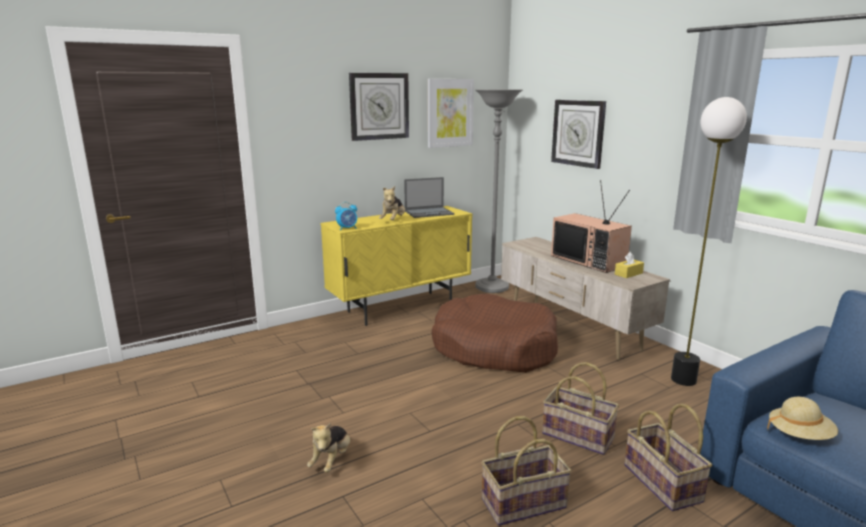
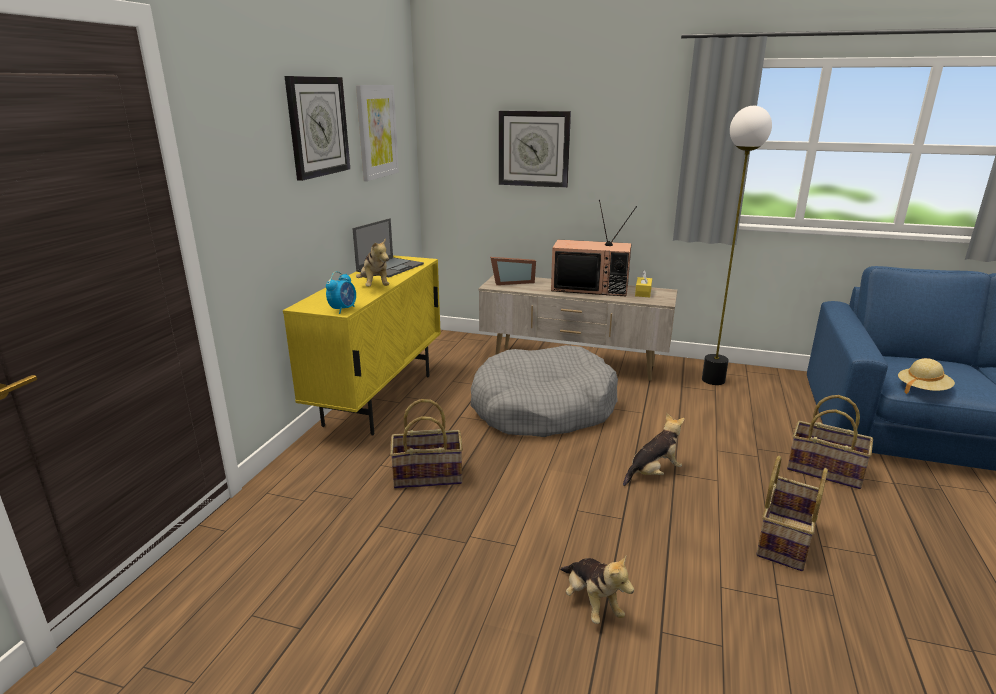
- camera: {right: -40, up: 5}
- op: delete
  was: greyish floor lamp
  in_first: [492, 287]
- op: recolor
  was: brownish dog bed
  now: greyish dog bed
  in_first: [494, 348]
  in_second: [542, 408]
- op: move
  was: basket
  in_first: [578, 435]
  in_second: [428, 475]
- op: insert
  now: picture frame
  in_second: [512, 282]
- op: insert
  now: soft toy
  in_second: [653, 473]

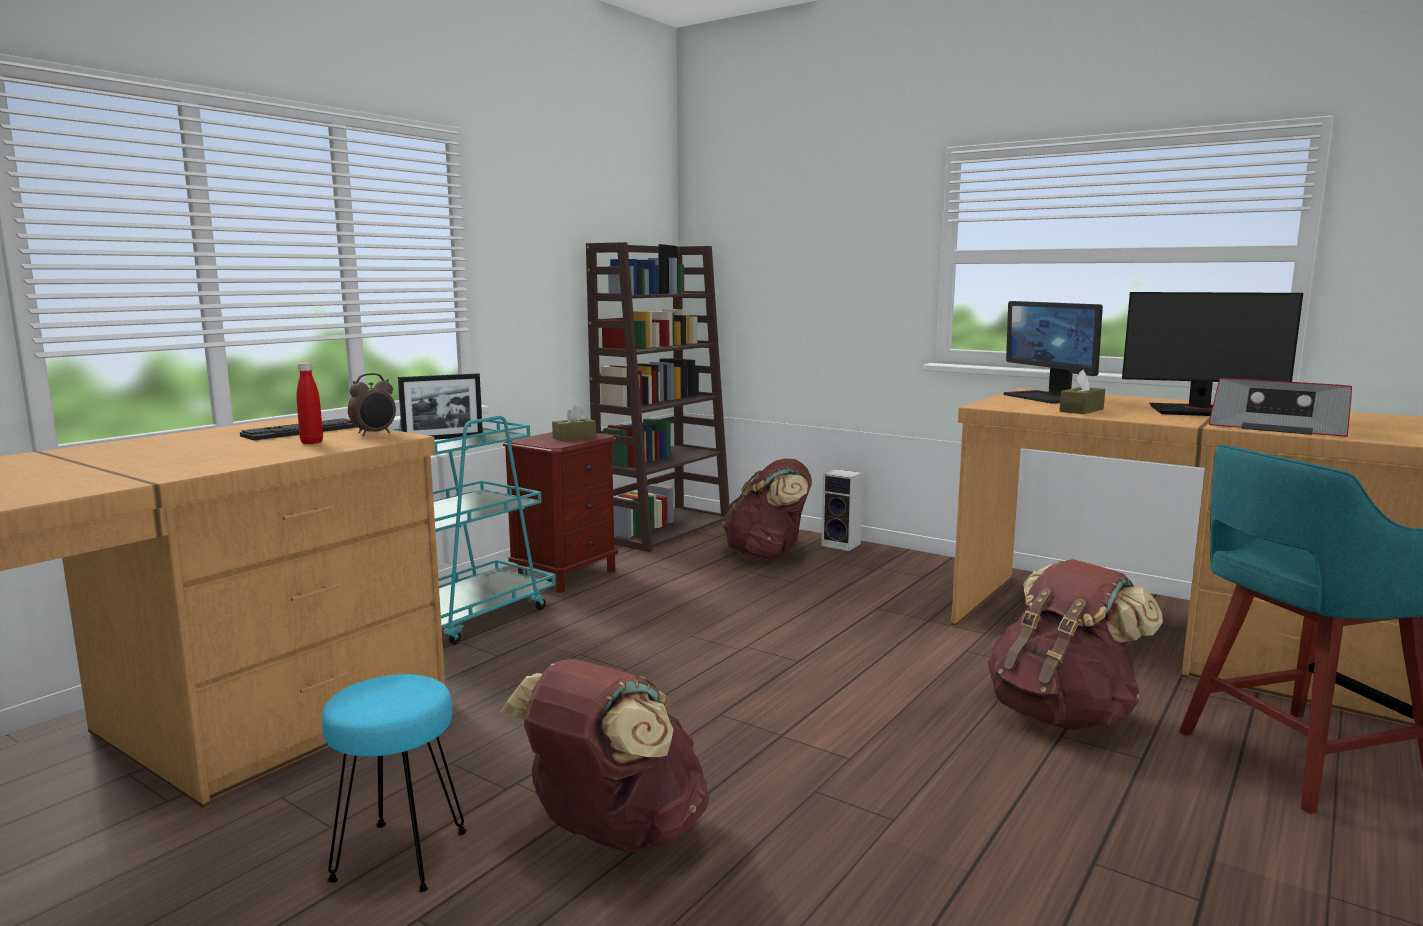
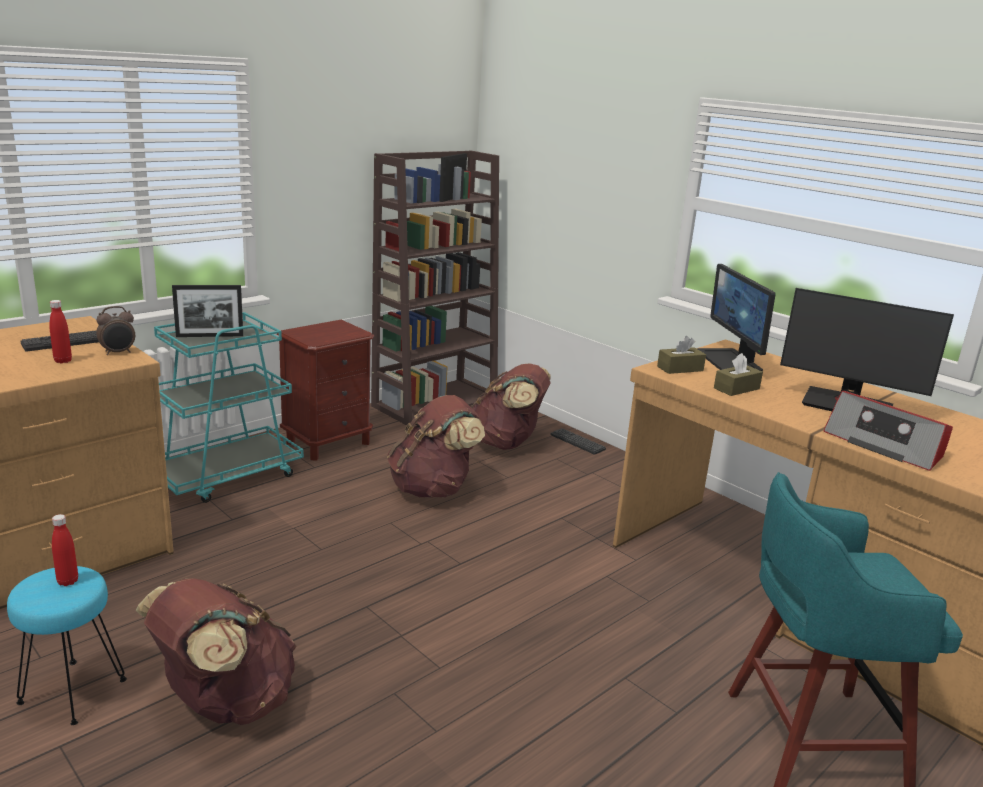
- camera: {right: 10, up: 10}
- op: move
  was: brownish tissue box
  in_first: [574, 437]
  in_second: [680, 368]
- op: replace
  was: audio speaker
  now: keyboard
  in_first: [842, 545]
  in_second: [577, 442]
- op: move
  was: brownish knapsack
  in_first: [1061, 714]
  in_second: [433, 489]
- op: insert
  now: reddish drink bottle
  in_second: [68, 581]

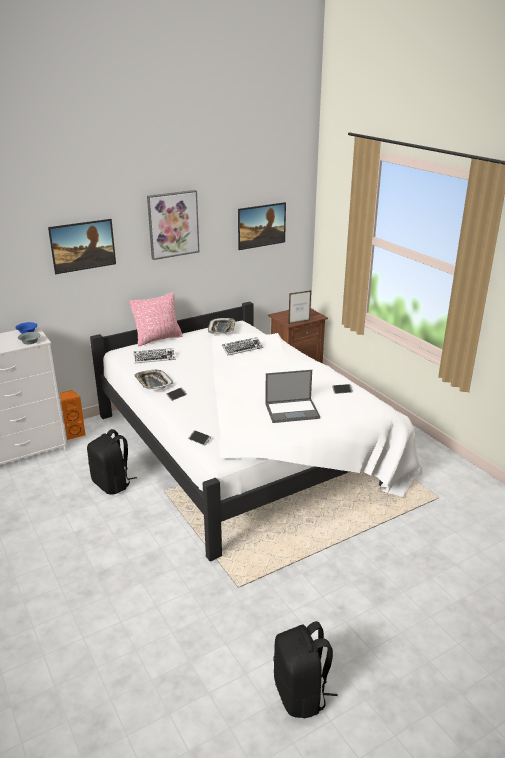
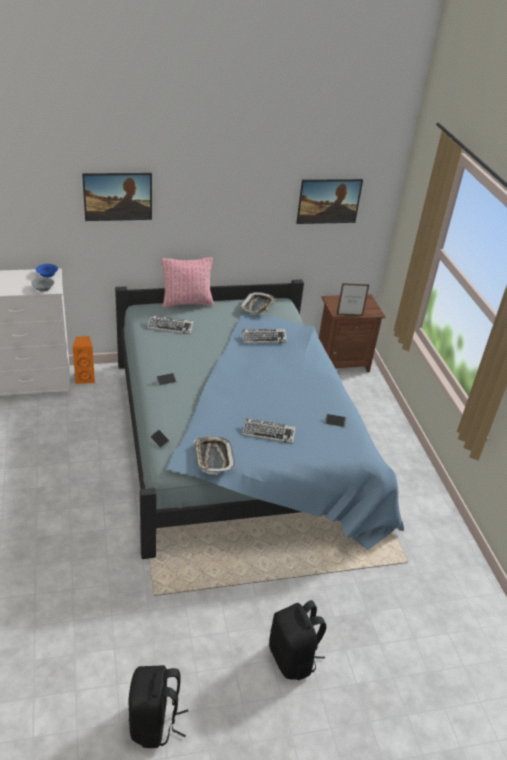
- camera: {right: 15, up: 10}
- op: delete
  was: wall picture
  in_first: [173, 224]
- op: recolor
  was: white bedroom bed
  now: blue-coloured bedroom bed
  in_first: [246, 449]
  in_second: [240, 444]
- op: move
  was: carrying tray
  in_first: [153, 383]
  in_second: [213, 457]
- op: replace
  was: laptop
  now: keyboard
  in_first: [292, 411]
  in_second: [268, 433]
- op: move
  was: blackish knapsack
  in_first: [112, 484]
  in_second: [293, 658]

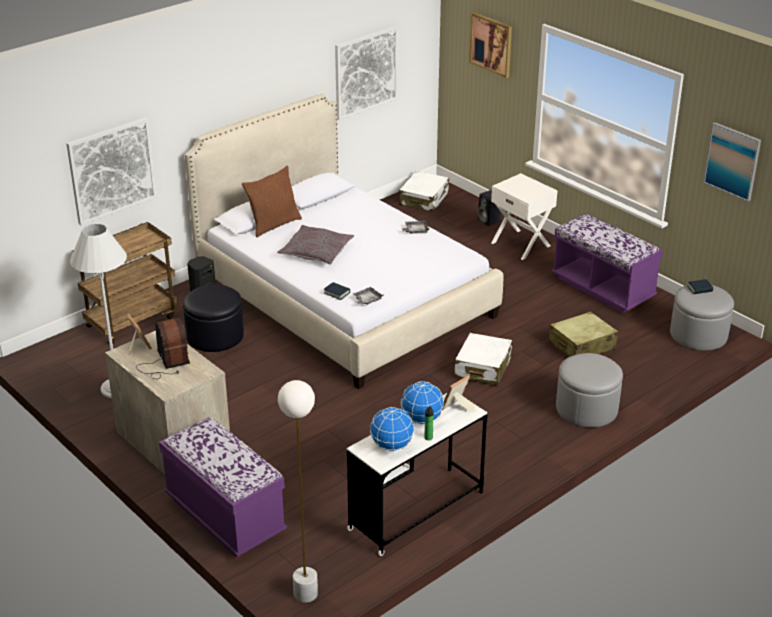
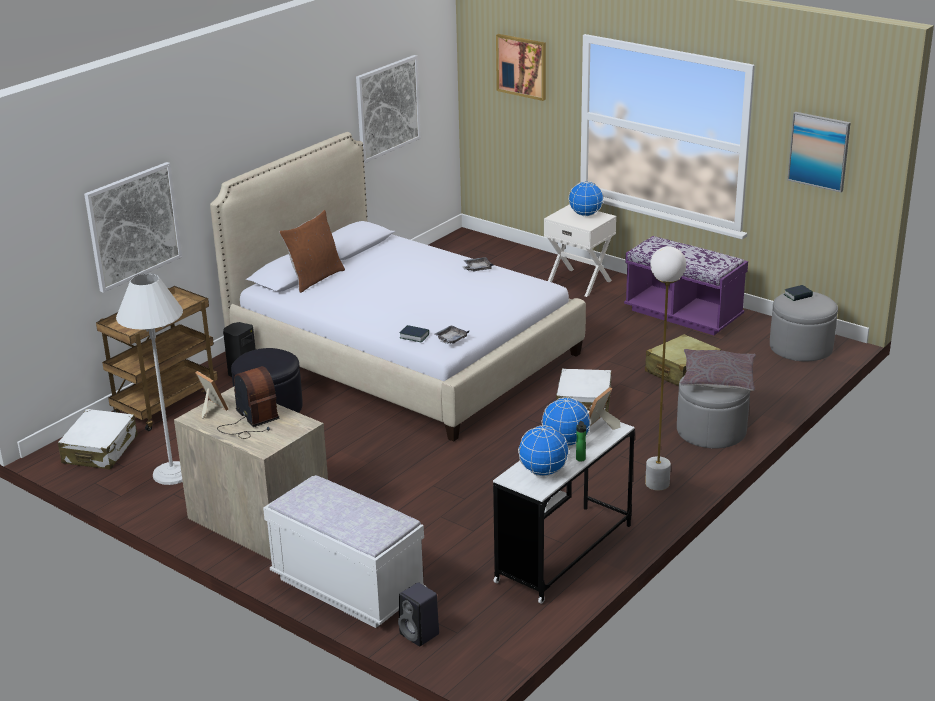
- camera: {right: -10, up: -5}
- op: move
  was: white piece of luggage
  in_first: [424, 199]
  in_second: [100, 450]
- op: move
  was: blackish audio speaker
  in_first: [489, 221]
  in_second: [420, 634]
- op: move
  was: greyish pillow
  in_first: [316, 252]
  in_second: [717, 379]
- op: move
  was: white floor lamp
  in_first: [305, 593]
  in_second: [657, 484]
- op: recolor
  was: purplish bench
  now: white bench
  in_first: [225, 516]
  in_second: [347, 587]
- op: insert
  now: world globe
  in_second: [585, 214]

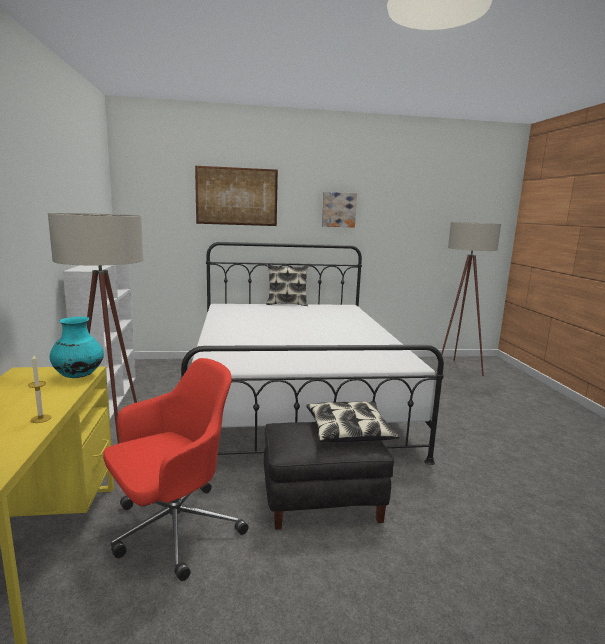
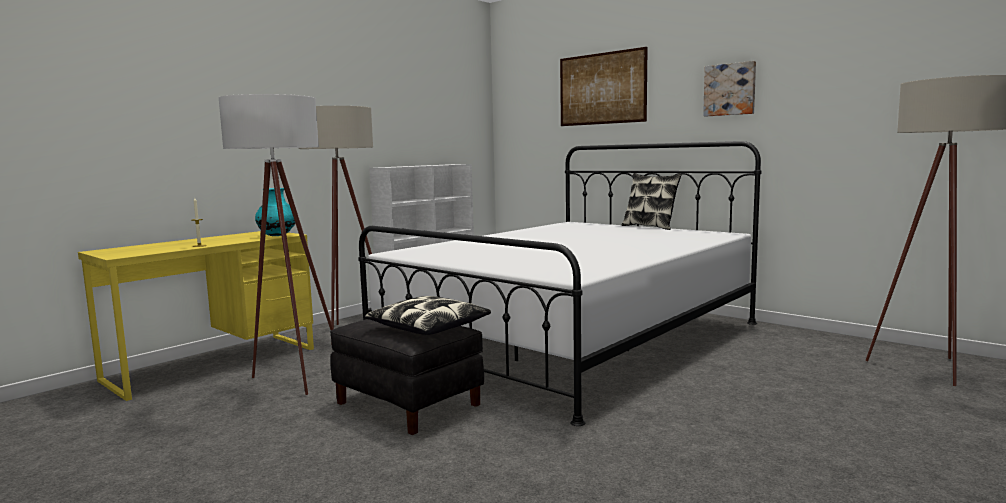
- camera: {right: 50, up: -5}
- op: replace
  was: reddish office chair
  now: white floor lamp
  in_first: [173, 529]
  in_second: [291, 378]

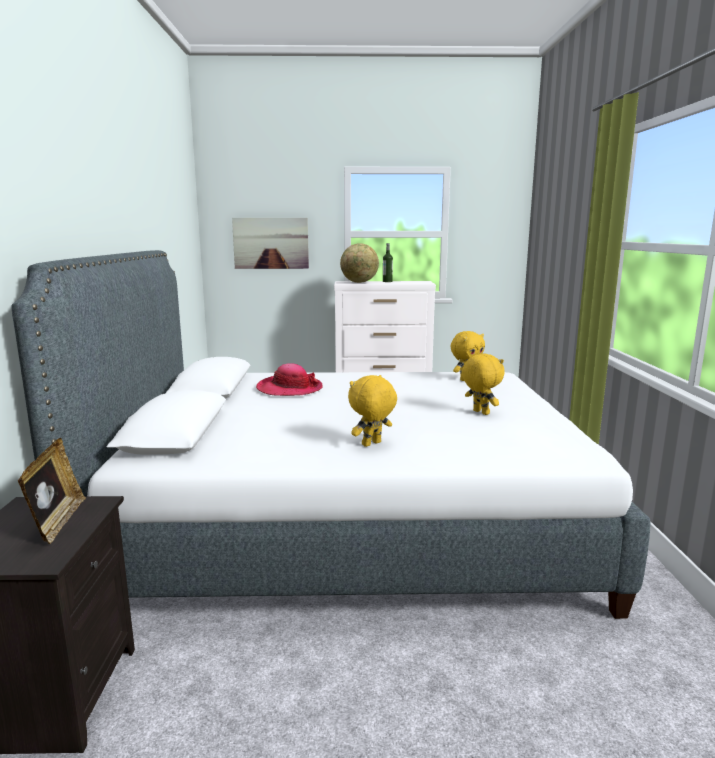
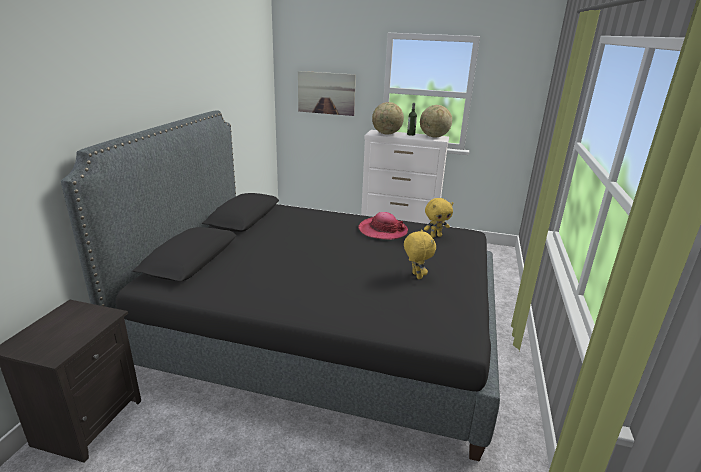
- camera: {right: 15, up: 10}
- op: recolor
  was: white bedroom bed
  now: blackish bedroom bed
  in_first: [347, 524]
  in_second: [320, 333]
- op: move
  was: clothing hat
  in_first: [289, 389]
  in_second: [382, 230]
- op: delete
  was: yellowish soft toy
  in_first: [372, 444]
- op: delete
  was: picture frame
  in_first: [57, 522]
- op: insert
  now: world globe
  in_second: [434, 137]

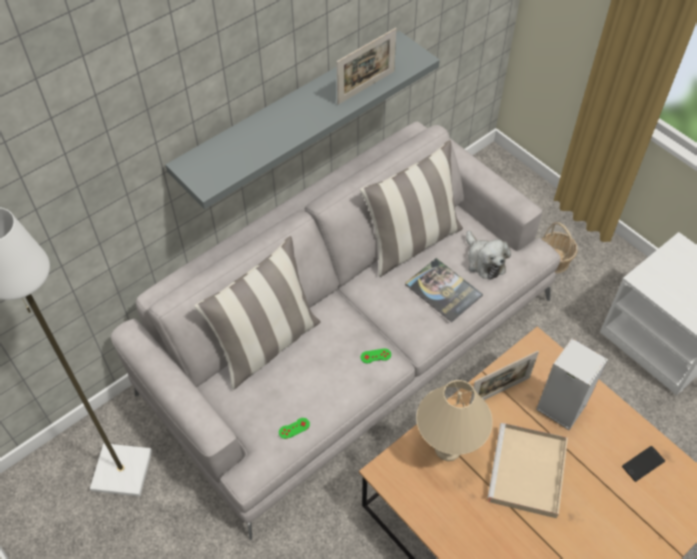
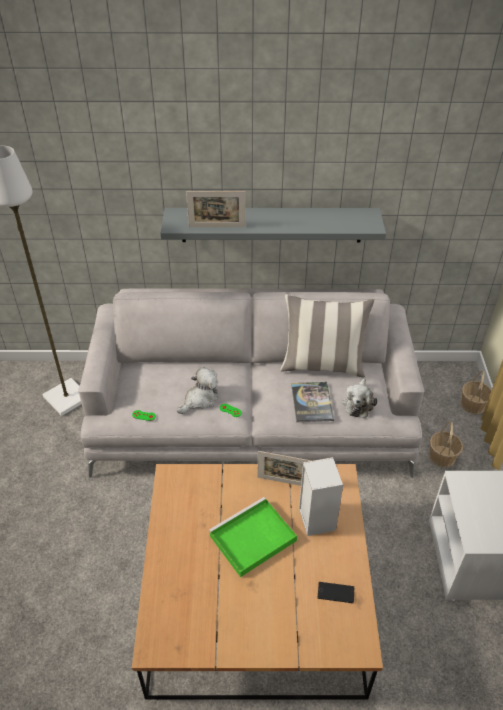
- camera: {right: 40, up: -10}
- op: move
  was: picture frame
  in_first: [366, 87]
  in_second: [217, 227]
- op: delete
  was: pillow
  in_first: [266, 343]
- op: delete
  was: beige-coloured table lamp
  in_first: [447, 449]
- op: recolor
  was: beige-coloured carrying tray
  now: green carrying tray
  in_first: [528, 473]
  in_second: [251, 539]
- op: insert
  now: soft toy
  in_second: [200, 399]
- op: insert
  now: basket
  in_second: [473, 405]

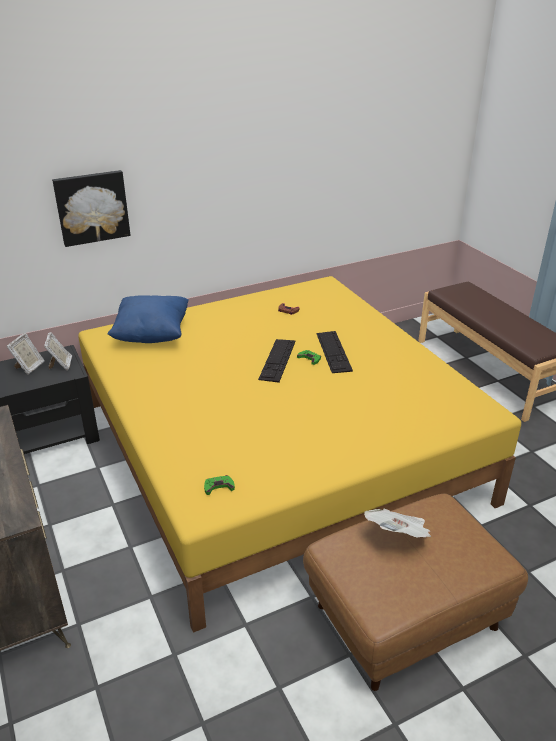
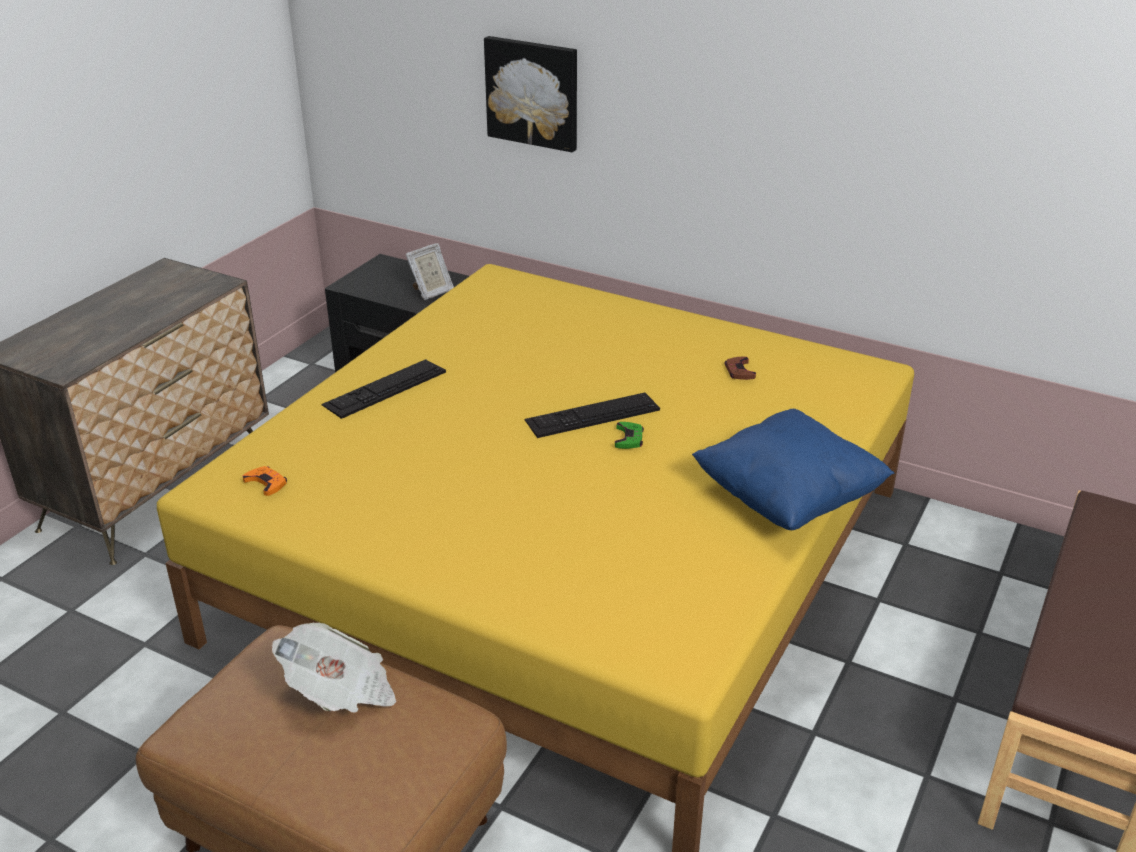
- camera: {right: 55, up: 0}
- op: move
  was: blue-coloured pillow
  in_first: [152, 335]
  in_second: [788, 499]
- op: move
  was: keyboard
  in_first: [333, 351]
  in_second: [385, 388]
- op: delete
  was: picture frame
  in_first: [29, 367]
- op: recolor
  was: green gamepad
  now: orange gamepad
  in_first: [218, 486]
  in_second: [266, 483]

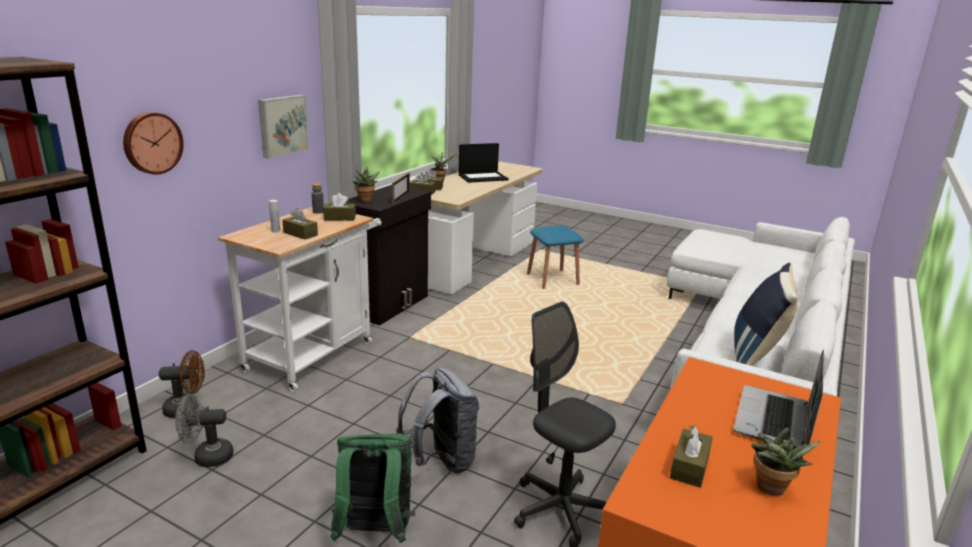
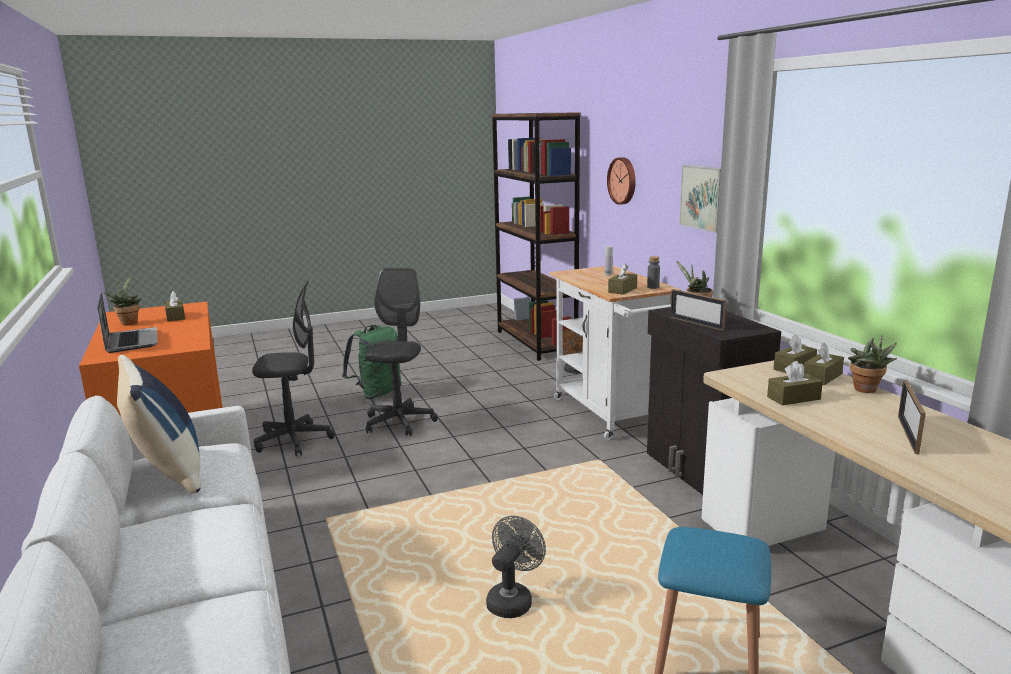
- camera: {right: 130, up: -5}
- op: replace
  was: laptop
  now: picture frame
  in_first: [483, 177]
  in_second: [908, 434]
- op: move
  was: brownish tissue box
  in_first: [300, 234]
  in_second: [793, 398]
- op: replace
  was: greyish knapsack
  now: greyish office chair
  in_first: [441, 461]
  in_second: [399, 422]
- op: move
  was: greyish cooling fan
  in_first: [207, 457]
  in_second: [512, 599]

